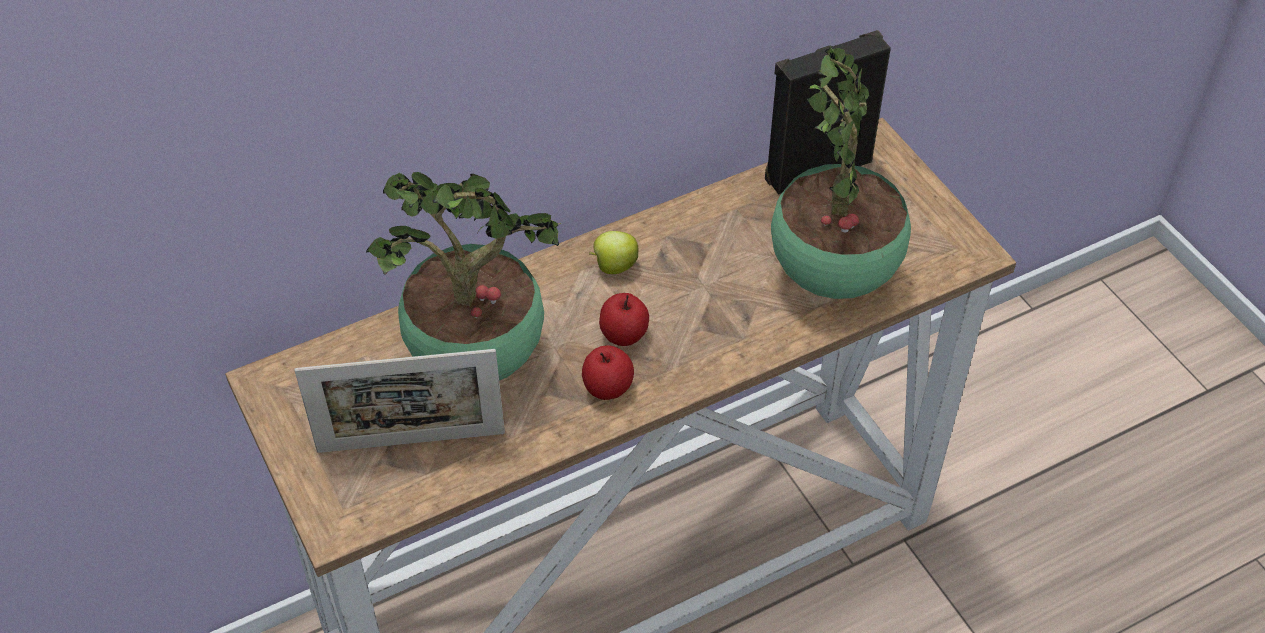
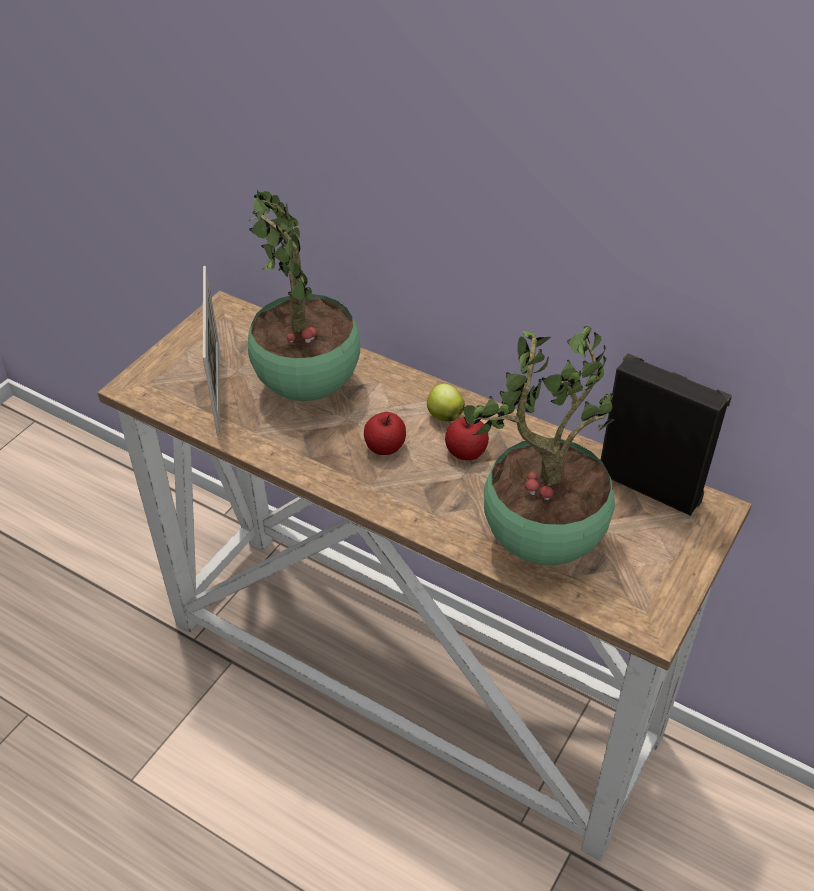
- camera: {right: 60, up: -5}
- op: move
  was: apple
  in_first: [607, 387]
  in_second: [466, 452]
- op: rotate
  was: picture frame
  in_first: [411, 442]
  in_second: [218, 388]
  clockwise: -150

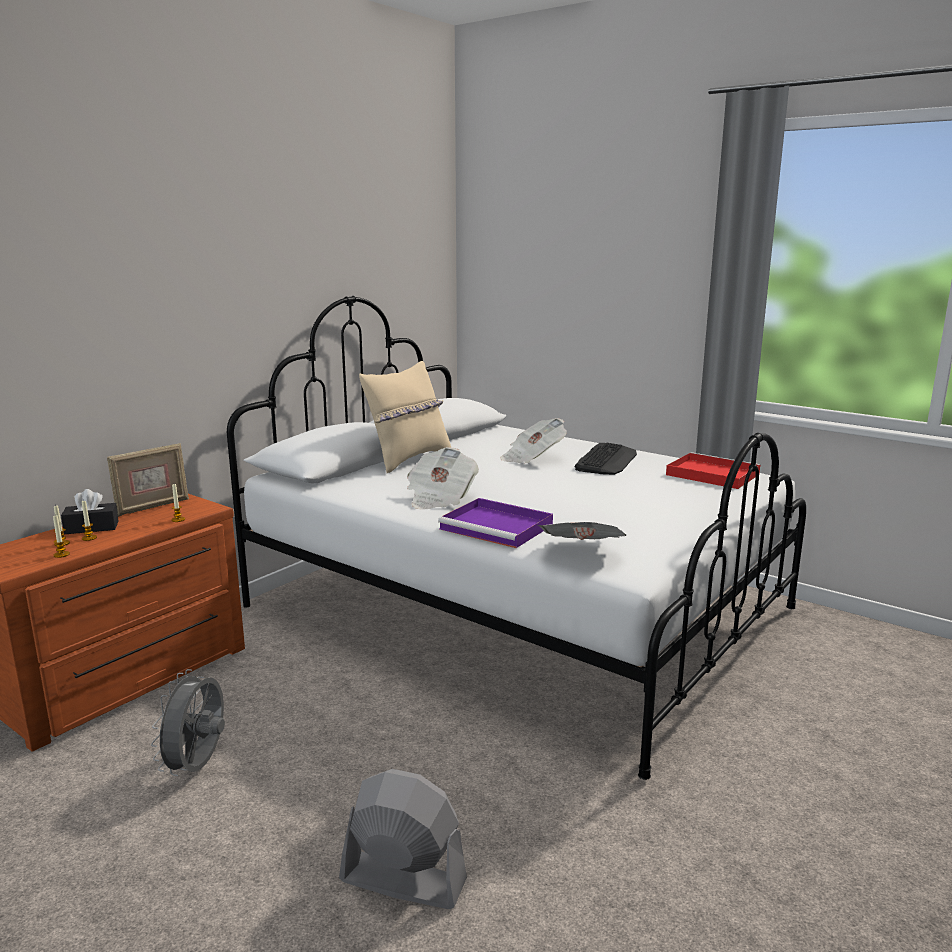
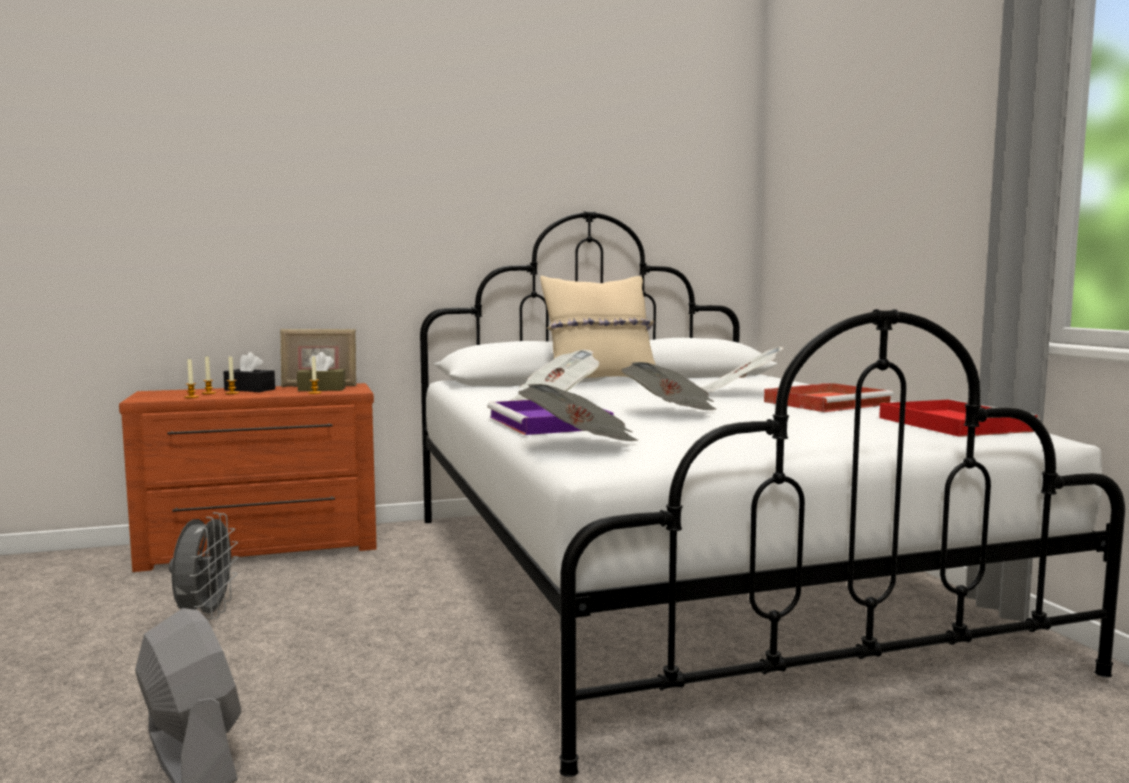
- camera: {right: 35, up: -10}
- op: replace
  was: keyboard
  now: reddish carrying tray
  in_first: [606, 460]
  in_second: [828, 403]
- op: rotate
  was: greyish cooling fan
  in_first: [198, 766]
  in_second: [205, 615]
  clockwise: 135
- op: insert
  now: brownish tissue box
  in_second: [322, 389]
- op: insert
  now: daily paper
  in_second: [671, 414]

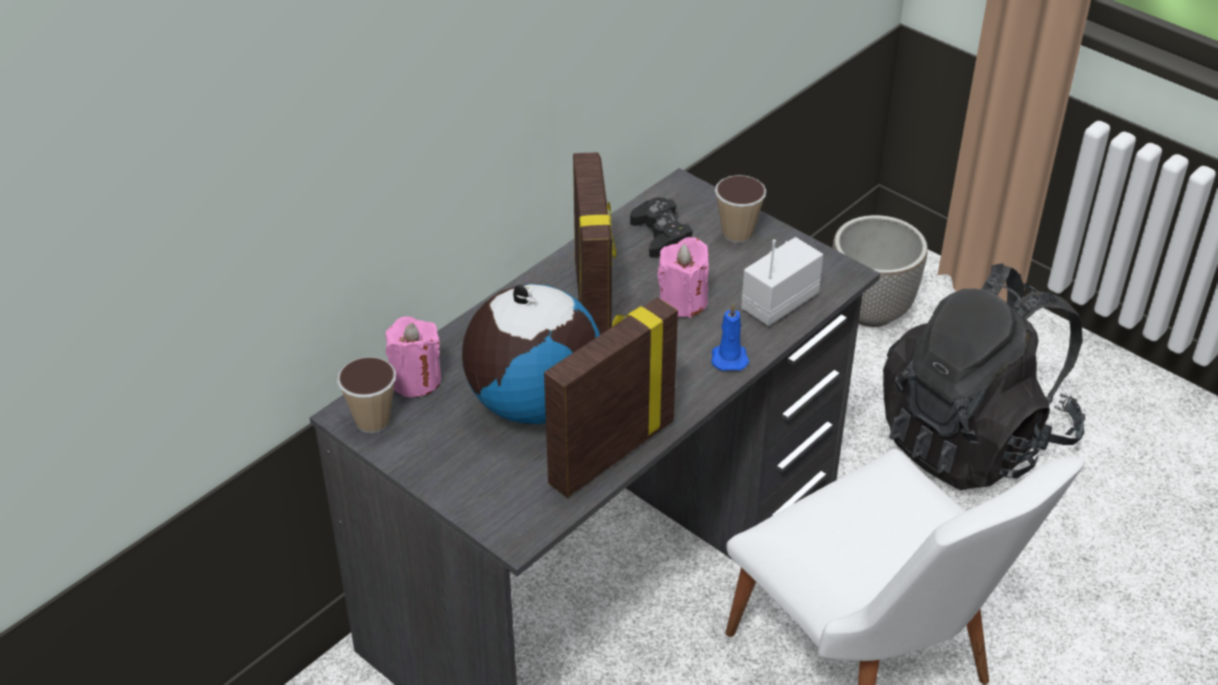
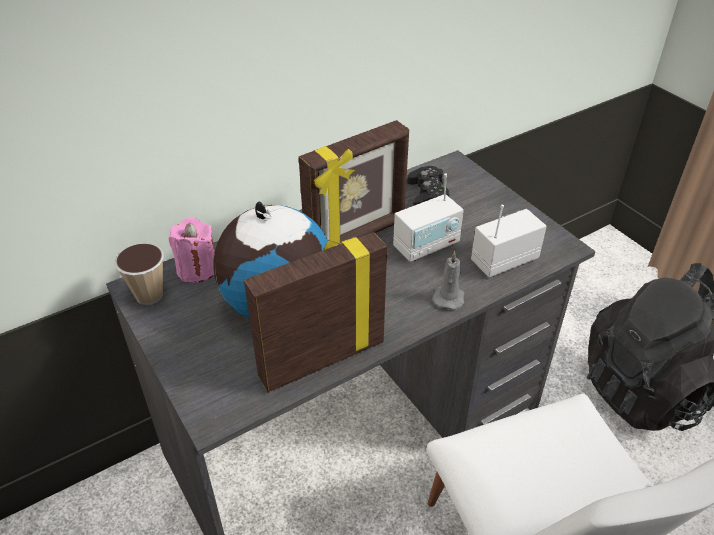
- camera: {right: 15, up: 0}
- op: rotate
  was: picture frame
  in_first: [594, 305]
  in_second: [356, 237]
  clockwise: 45
- op: delete
  was: cup
  in_first: [737, 234]
- op: delete
  was: planter
  in_first: [871, 311]
- op: replace
  was: pink wax light
  now: radio receiver
  in_first: [683, 301]
  in_second: [426, 246]
- op: recolor
  was: blue-coloured wax light
  now: greyish wax light
  in_first: [729, 357]
  in_second: [448, 297]

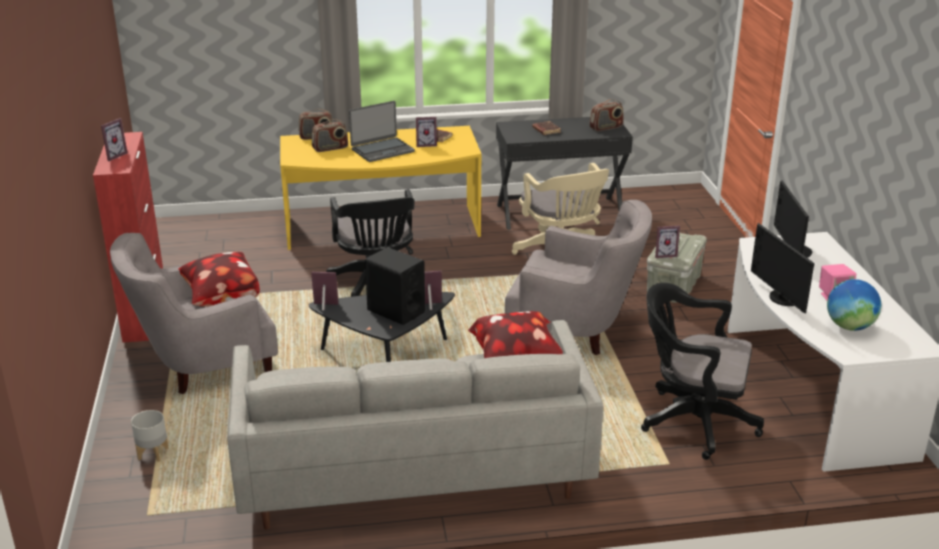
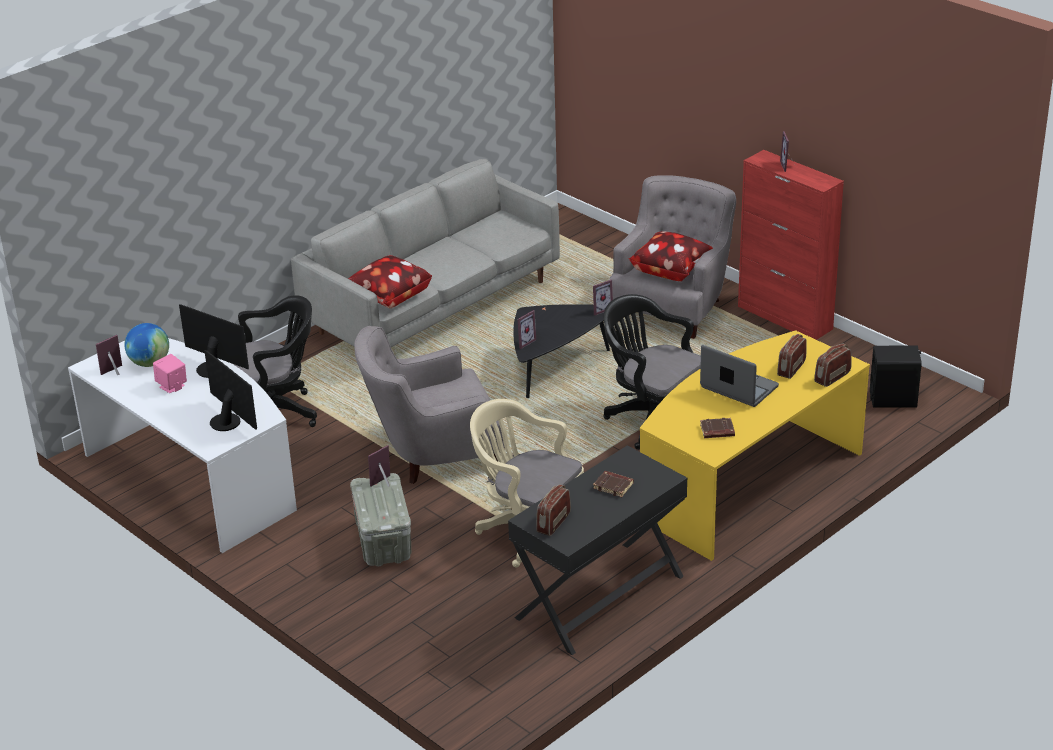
- camera: {right: 145, up: 5}
- op: rotate
  was: laptop
  in_first: [382, 150]
  in_second: [738, 387]
  clockwise: 105
- op: move
  was: picture frame
  in_first: [426, 144]
  in_second: [114, 372]
- op: move
  was: blackish audio speaker
  in_first: [396, 311]
  in_second: [893, 399]
- op: delete
  was: greyish planter
  in_first: [152, 454]

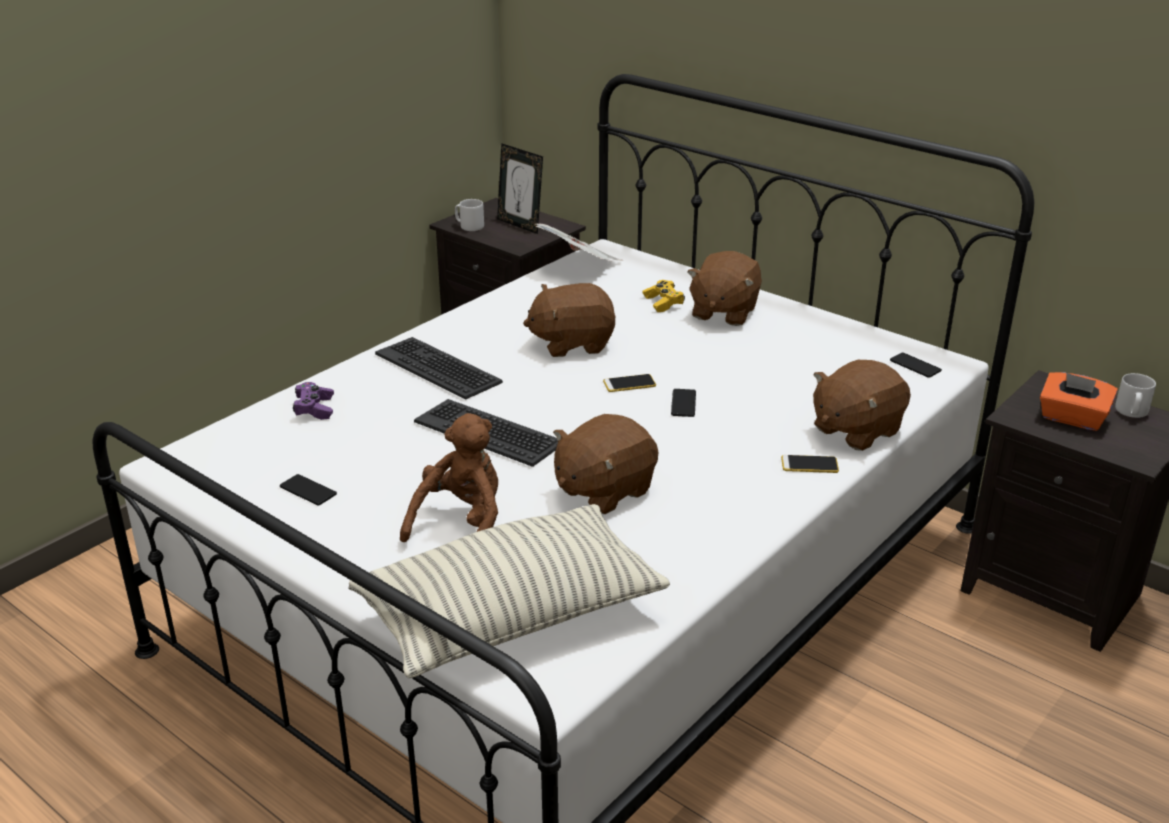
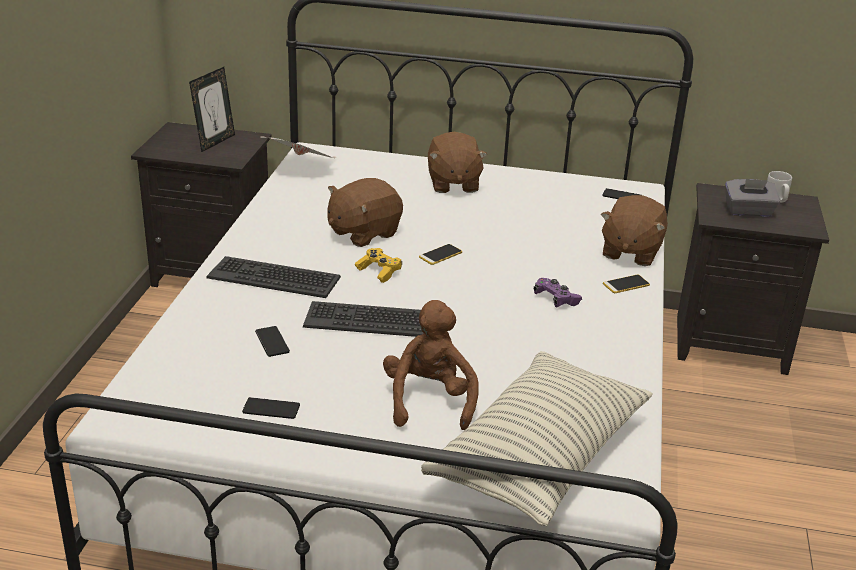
- camera: {right: -30, up: 0}
- op: rotate
  was: picture frame
  in_first: [520, 225]
  in_second: [215, 142]
  clockwise: -75
- op: delete
  was: greyish mug
  in_first: [469, 226]
- op: move
  was: yellowish gamepad
  in_first: [663, 303]
  in_second: [379, 271]
- op: recolor
  was: orange tissue box
  now: greyish tissue box
  in_first: [1072, 419]
  in_second: [748, 212]
- op: move
  was: purplish gamepad
  in_first: [314, 409]
  in_second: [556, 299]
- op: move
  was: handset
  in_first: [683, 403]
  in_second: [272, 342]
- op: delete
  was: brownish soft toy
  in_first: [603, 490]

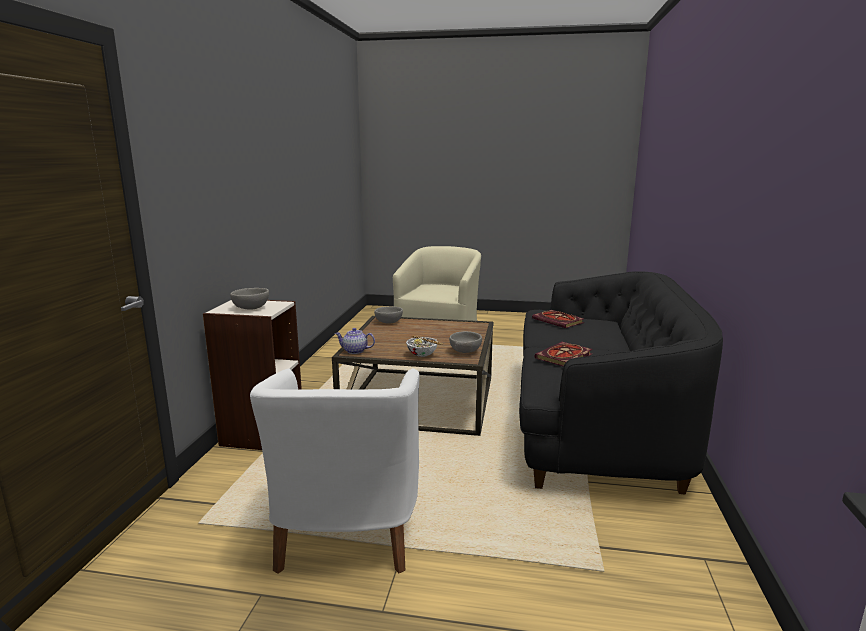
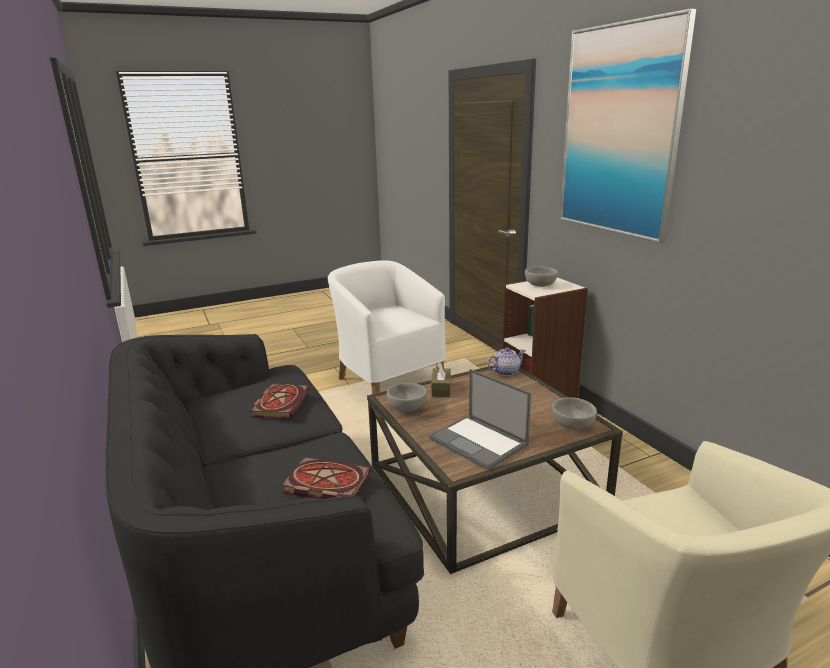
- camera: {right: 145, up: 5}
- op: replace
  was: bowl
  now: brownish tissue box
  in_first: [422, 354]
  in_second: [441, 389]
- op: insert
  now: wall picture
  in_second: [619, 131]
- op: insert
  now: laptop
  in_second: [479, 442]

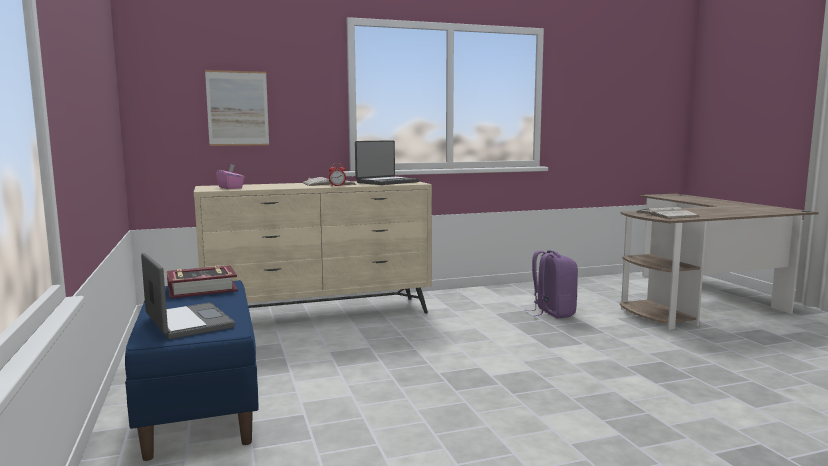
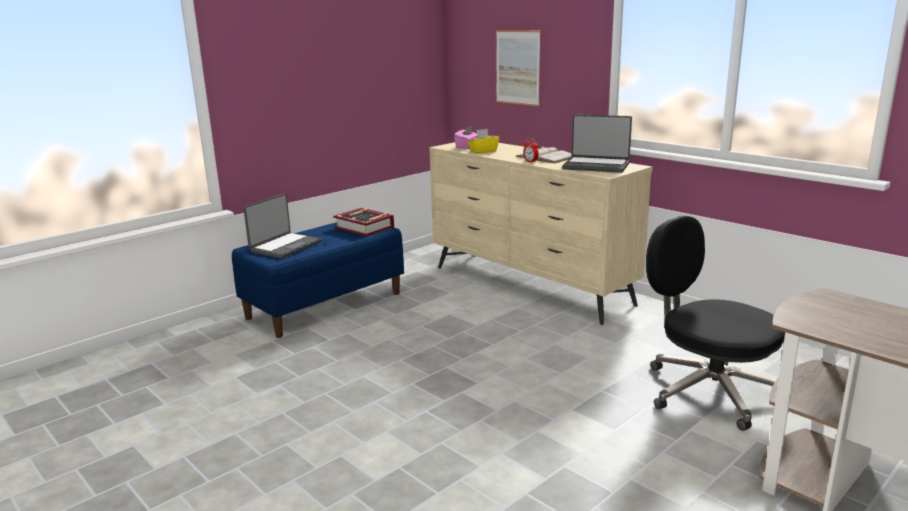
- camera: {right: 65, up: 10}
- op: delete
  was: white volume
  in_first: [667, 214]
- op: replace
  was: purplish knapsack
  now: blackish office chair
  in_first: [552, 313]
  in_second: [707, 391]
- op: insert
  now: yellowish tissue box
  in_second: [483, 151]

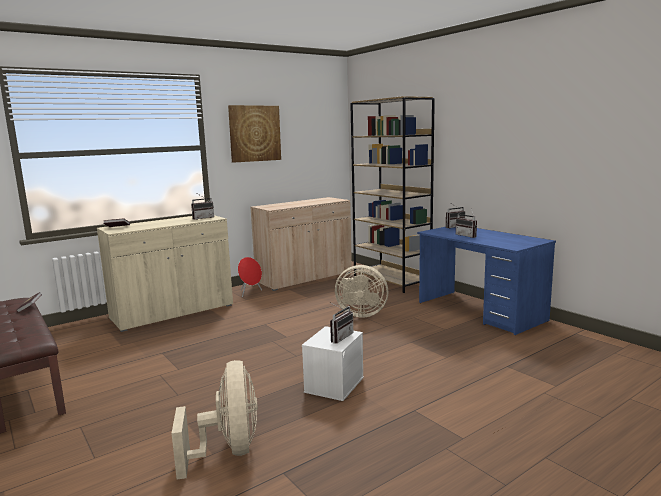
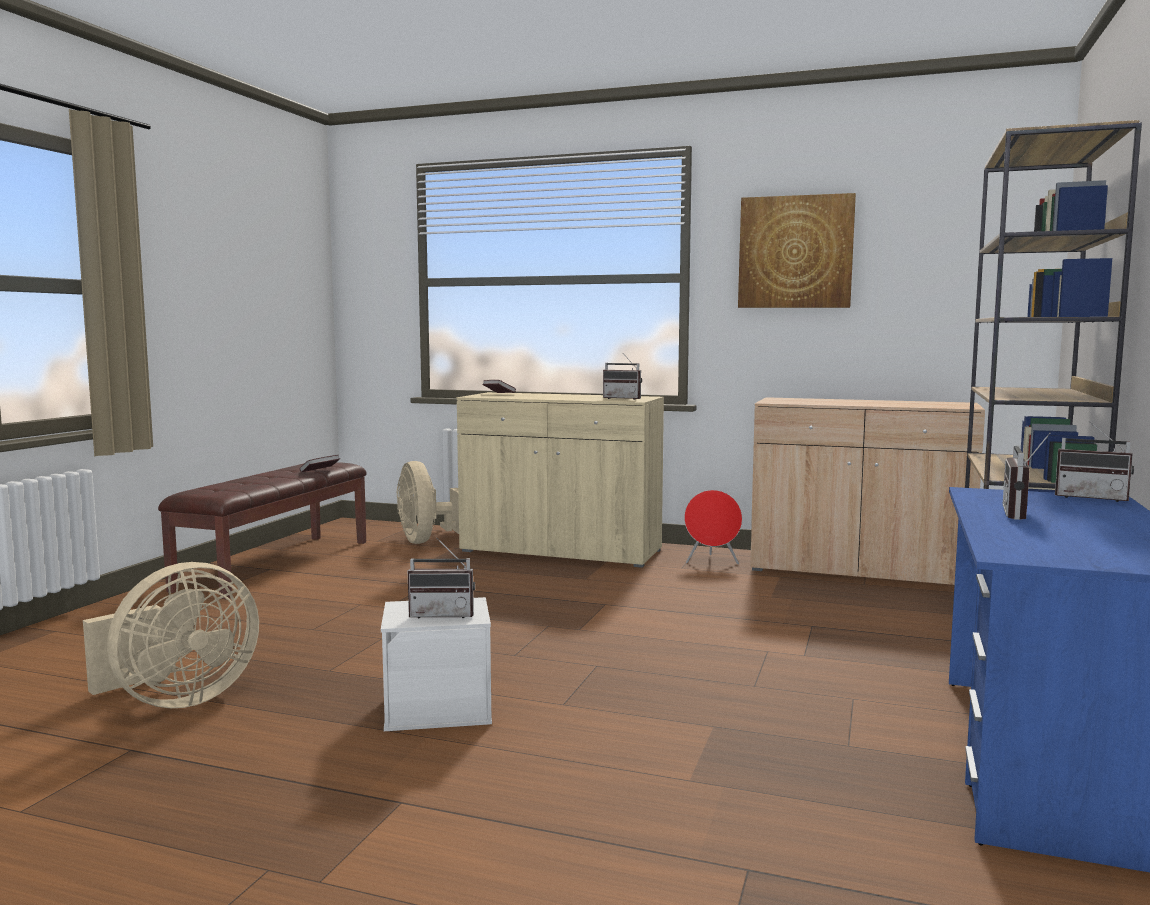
- camera: {right: 55, up: -5}
- op: move
  was: beige-coloured cooling fan
  in_first: [360, 314]
  in_second: [426, 541]

